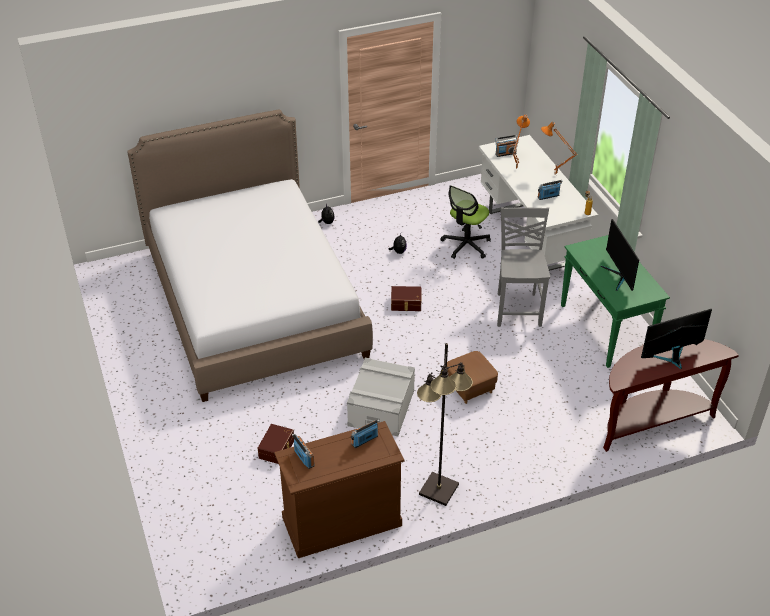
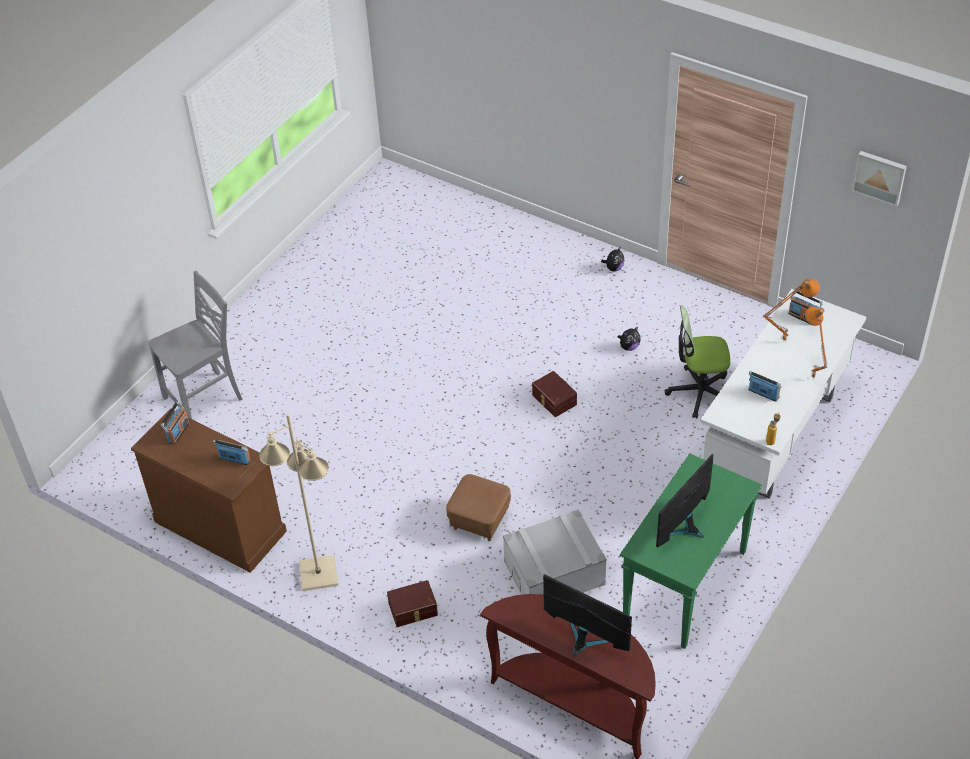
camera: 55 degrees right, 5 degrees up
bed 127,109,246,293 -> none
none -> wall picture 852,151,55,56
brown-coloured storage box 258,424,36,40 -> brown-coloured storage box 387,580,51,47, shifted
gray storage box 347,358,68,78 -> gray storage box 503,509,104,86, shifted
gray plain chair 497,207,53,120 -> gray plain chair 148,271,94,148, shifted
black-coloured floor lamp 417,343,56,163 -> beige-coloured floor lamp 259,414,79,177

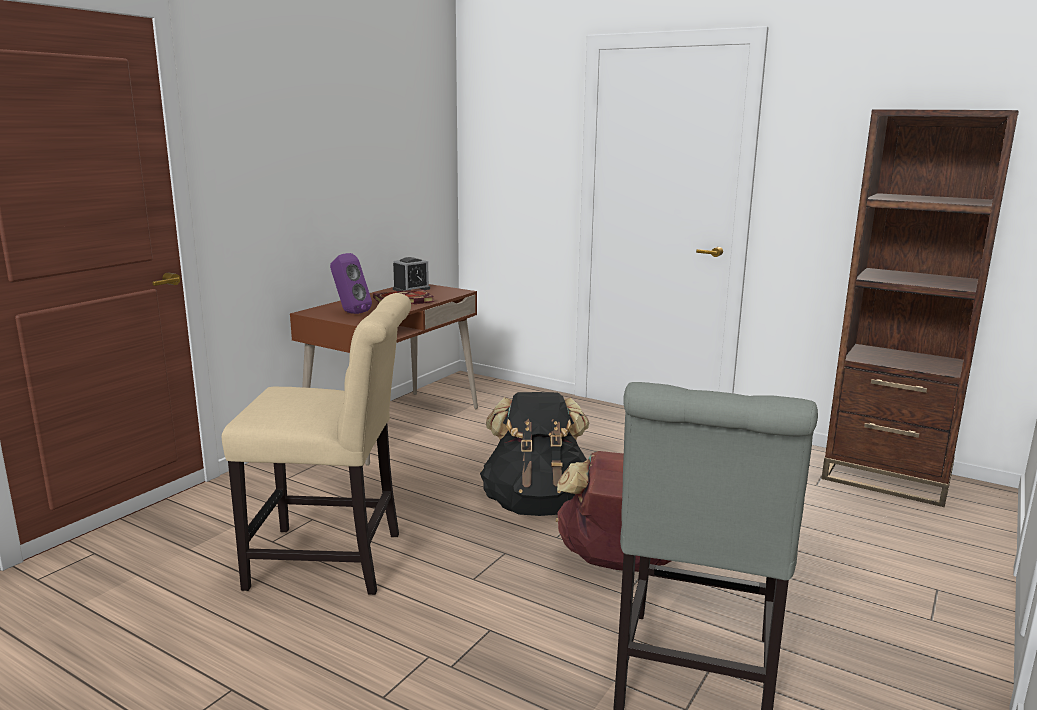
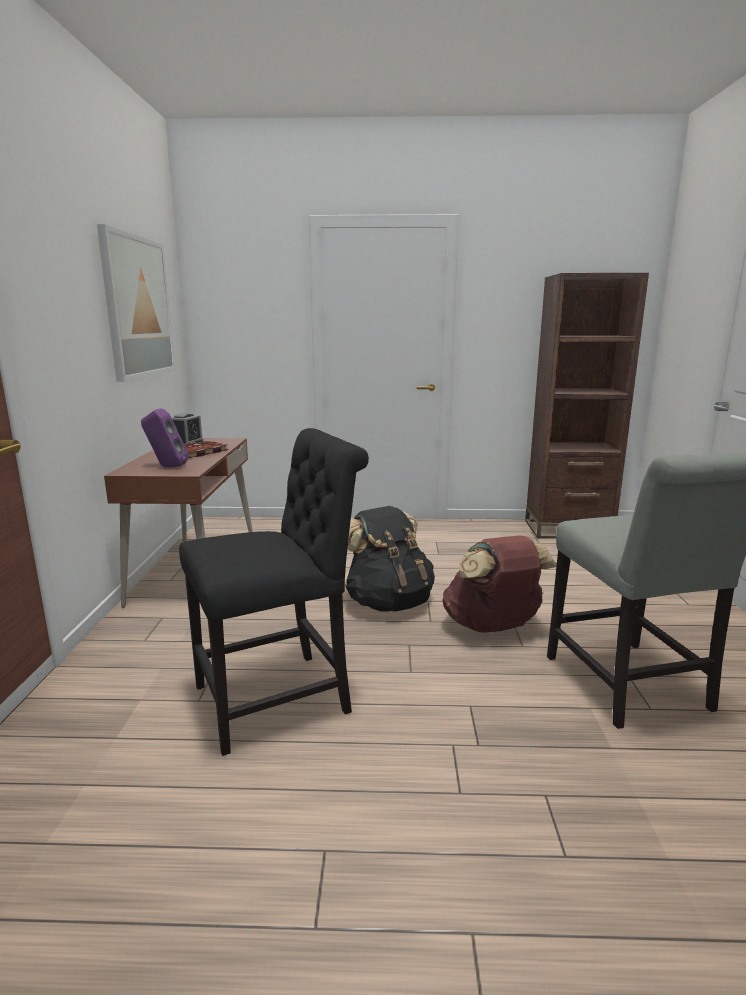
camera: 30 degrees left, 0 degrees up
none -> wall picture 97,224,79,158
beige-coloured plain chair 222,293,189,302 -> black-coloured plain chair 179,428,190,328

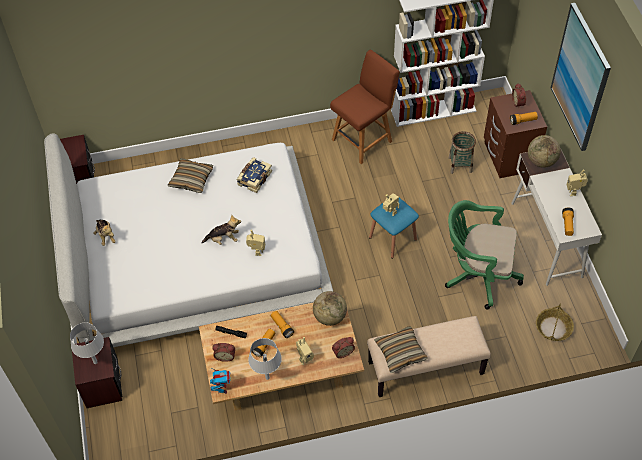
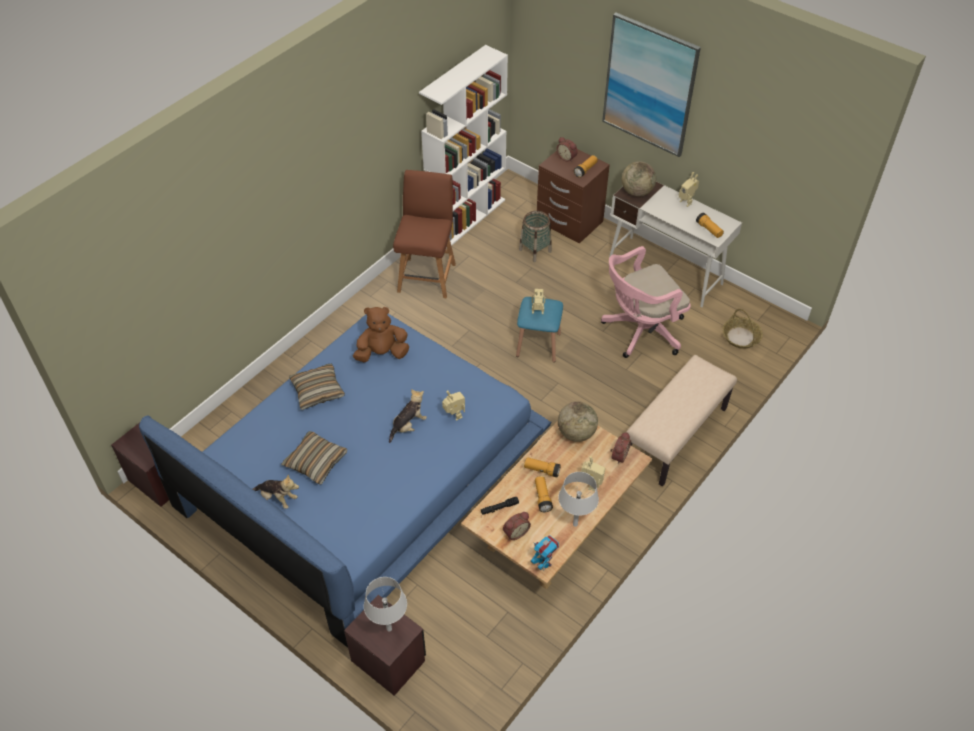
camera: 40 degrees left, 5 degrees down
pillow 374,326,53,47 -> pillow 281,431,66,54, shifted
book 237,157,35,36 -> brown-coloured soft toy 353,307,56,55
white bed 44,133,289,214 -> bluish bed 139,314,412,334
green office chair 445,200,79,109 -> pink-coloured office chair 601,246,90,112

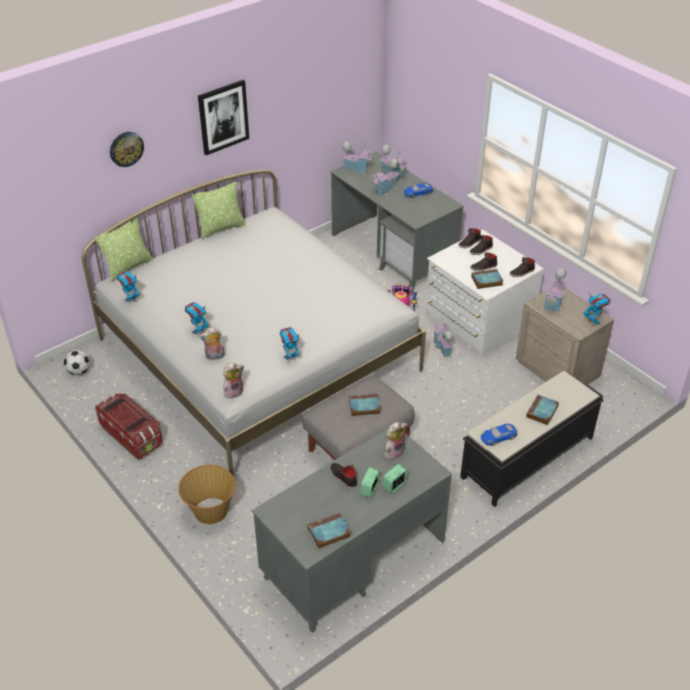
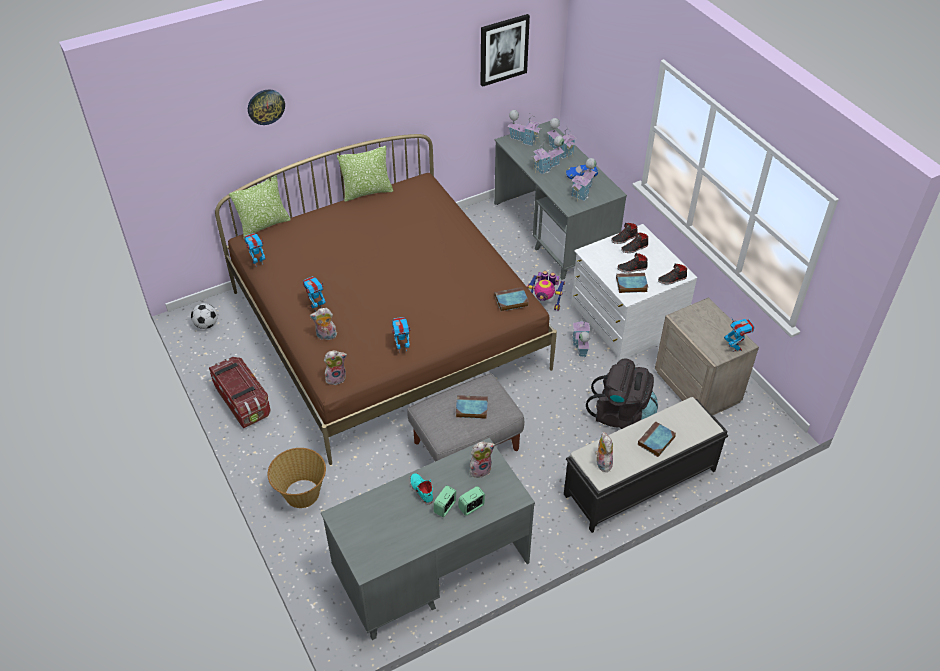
camera: 10 degrees right, 5 degrees up
none -> black-coloured backpack 586,358,72,71
wall picture 198,80,51,75 -> wall picture 481,14,49,73, shifted
book 308,513,43,36 -> book 495,287,34,24, shifted
miniature house 544,268,22,46 -> miniature house 571,158,25,44, shifted
bluish miniature car 481,424,36,22 -> soft toy 595,432,18,40
white bed 82,170,344,306 -> brown-coloured bed 215,134,342,331
black-coloured item of footwear 330,463,27,26 -> turquoise item of footwear 410,473,23,31

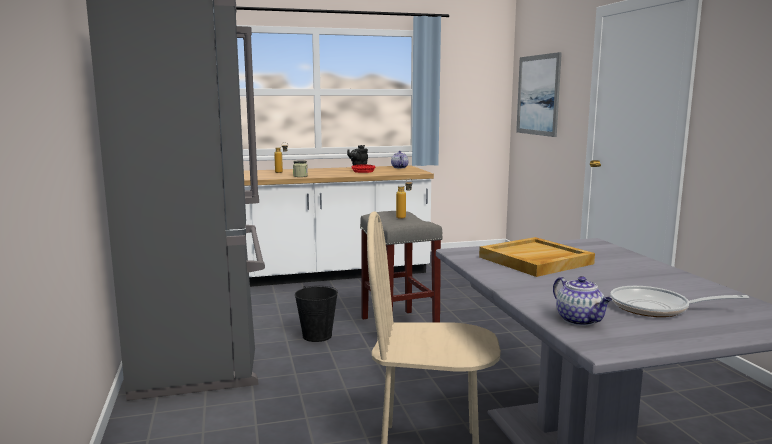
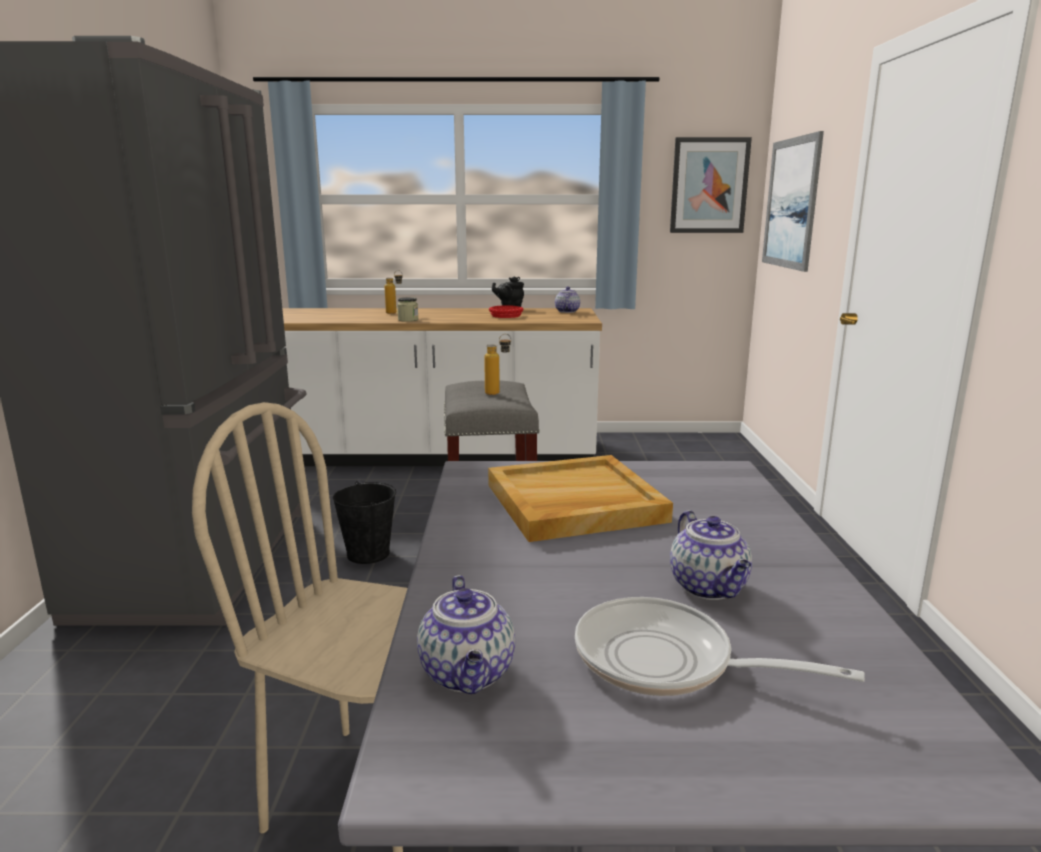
camera: 15 degrees right, 5 degrees up
none -> wall picture 670,137,82,96
none -> tea pot 670,510,82,90

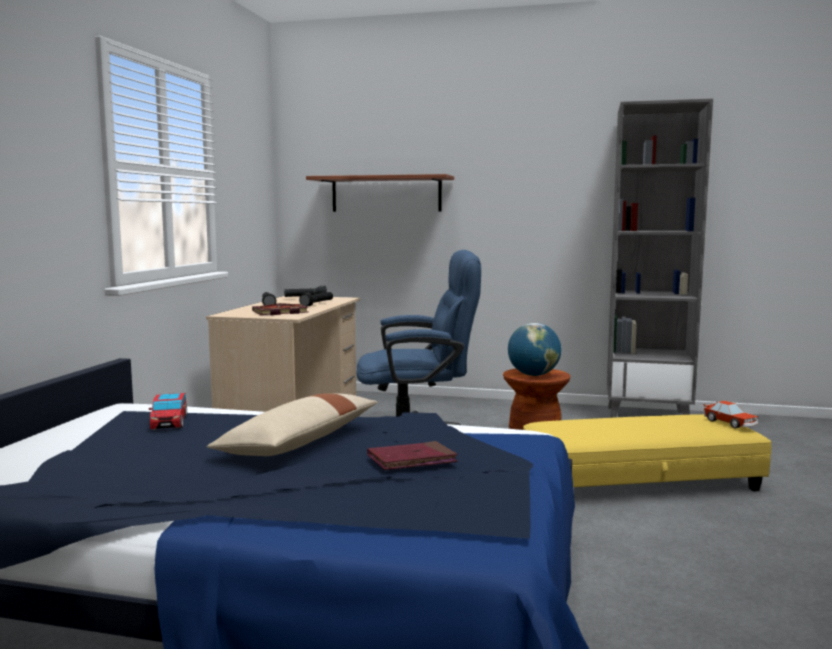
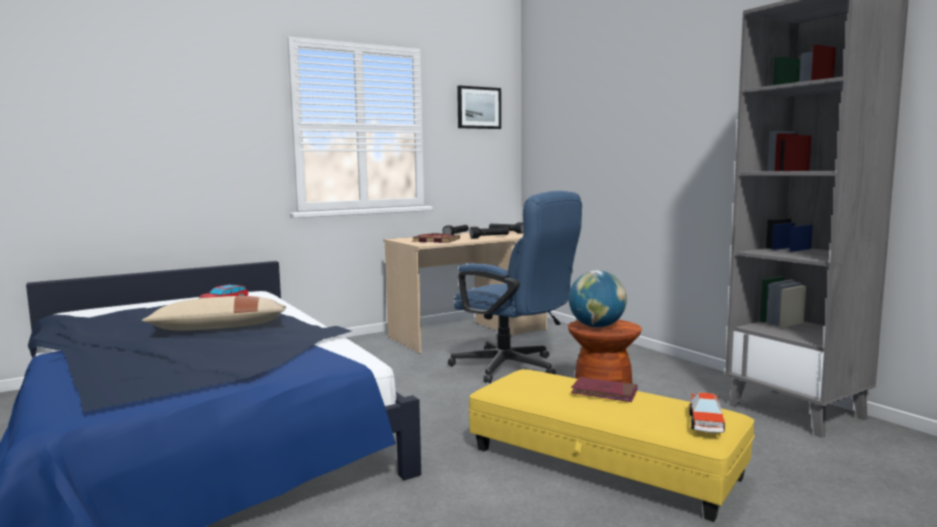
camera: 45 degrees right, 0 degrees up
wall shelf 306,174,148,38 -> none
none -> wall picture 457,85,44,44
red-coloured book 367,441,91,29 -> red-coloured book 571,377,67,25, shifted

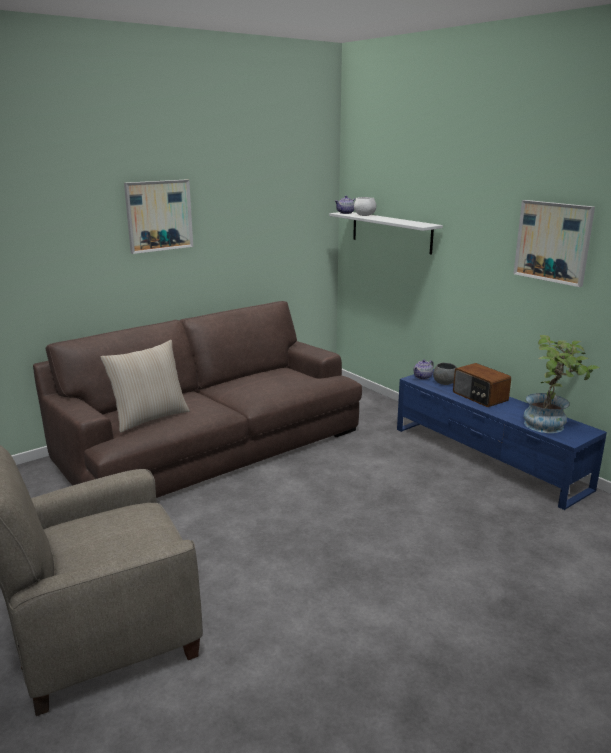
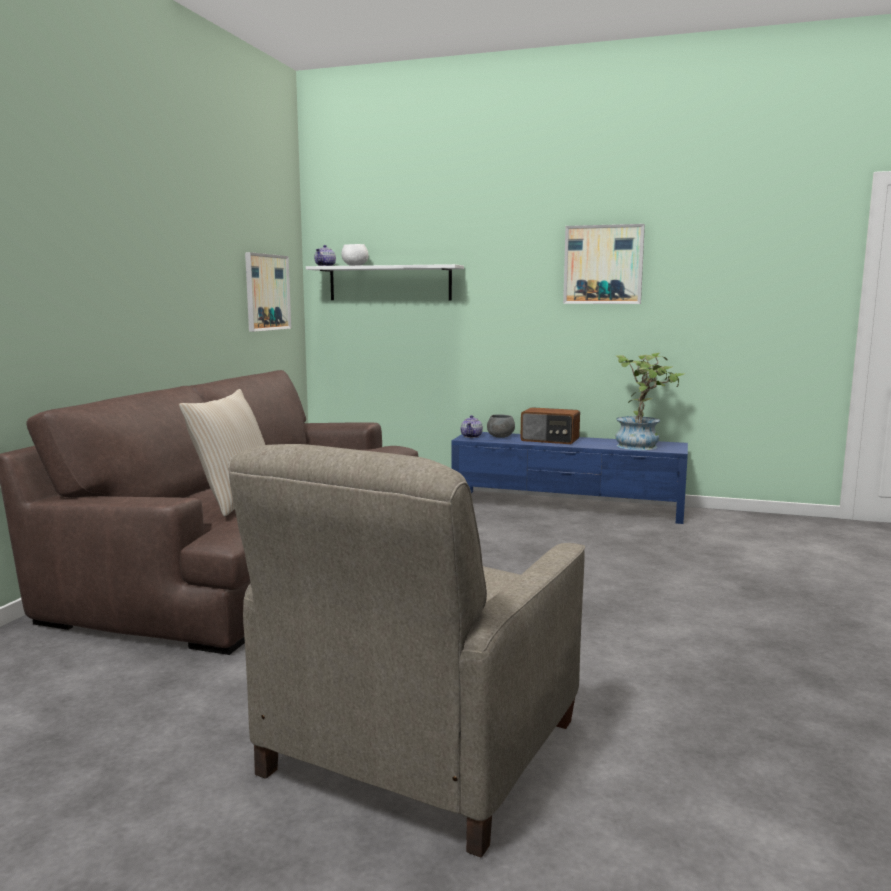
camera: 35 degrees left, 10 degrees down
wall picture 124,179,69,75 -> wall picture 245,252,46,80, shifted

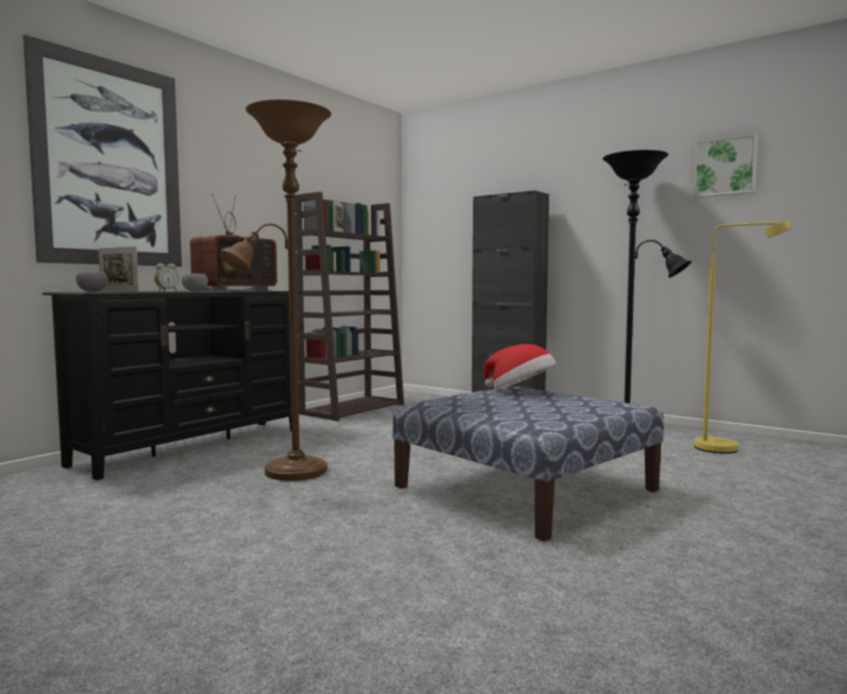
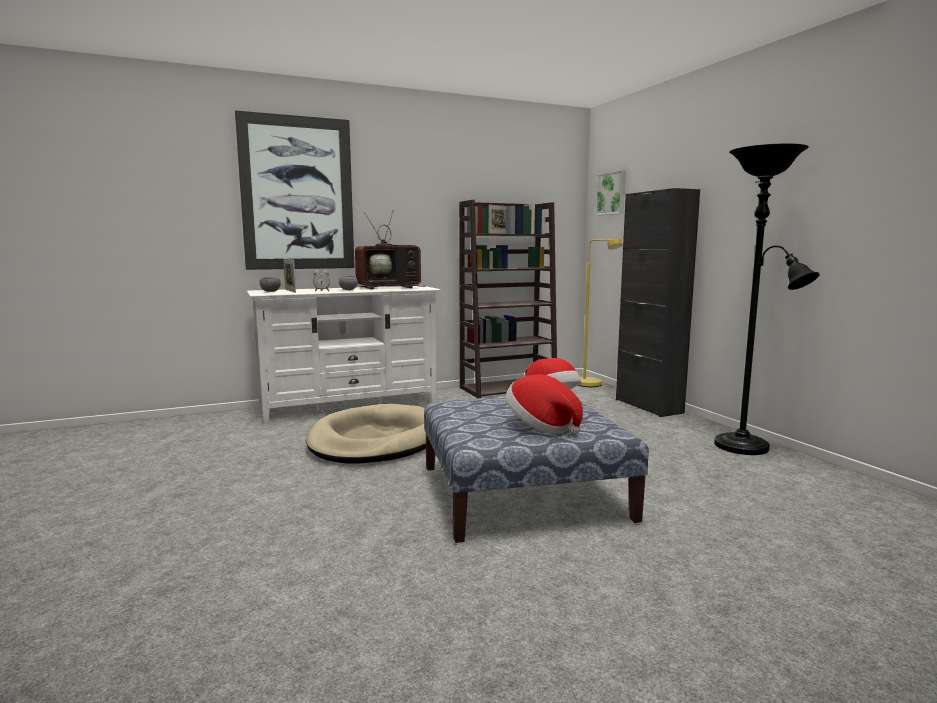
camera: 30 degrees right, 5 degrees up
none -> wearable hat 505,374,78,60
wall picture 694,134,64,64 -> wall picture 595,170,31,45, shifted
yellowish floor lamp 694,220,97,234 -> yellowish floor lamp 578,238,45,149, shifted
brown-coloured floor lamp 219,100,112,381 -> beige-coloured dog cushion 306,404,120,60
black-coloured media console 42,291,262,189 -> white media console 247,286,194,138

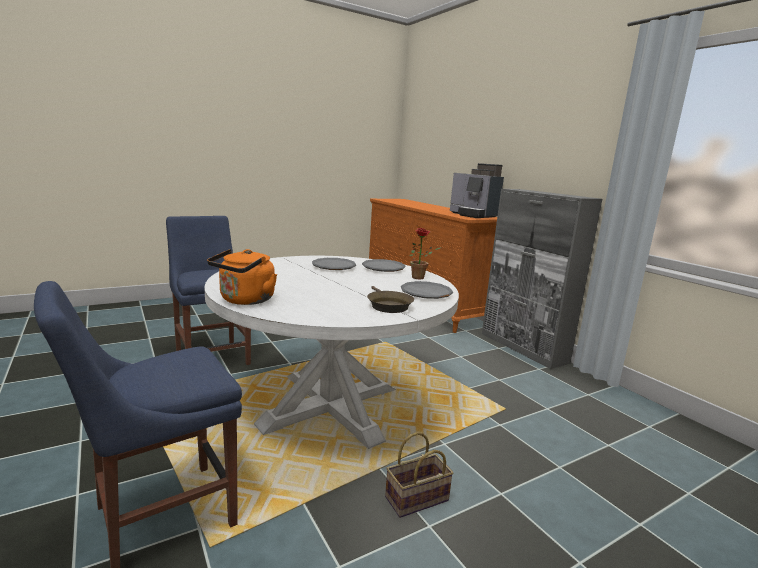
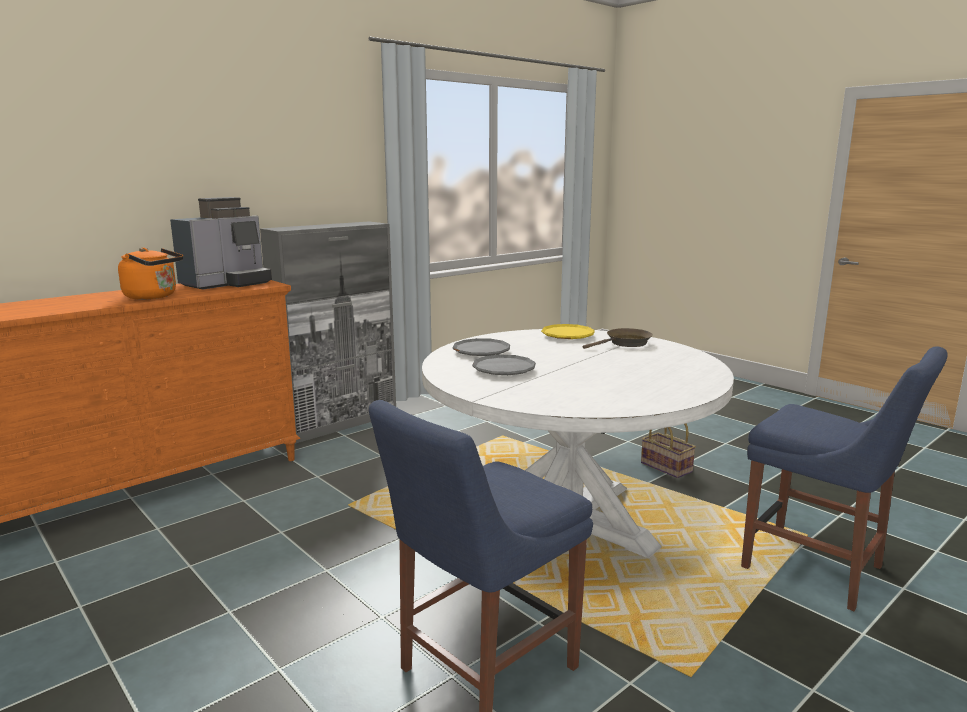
camera: 100 degrees left, 0 degrees up
potted plant 409,228,33,51 -> none
orangey tea kettle 207,249,70,56 -> orangey tea kettle 118,247,65,53, shifted
gray dinner plate 401,281,52,18 -> yellowish dinner plate 541,324,54,15

